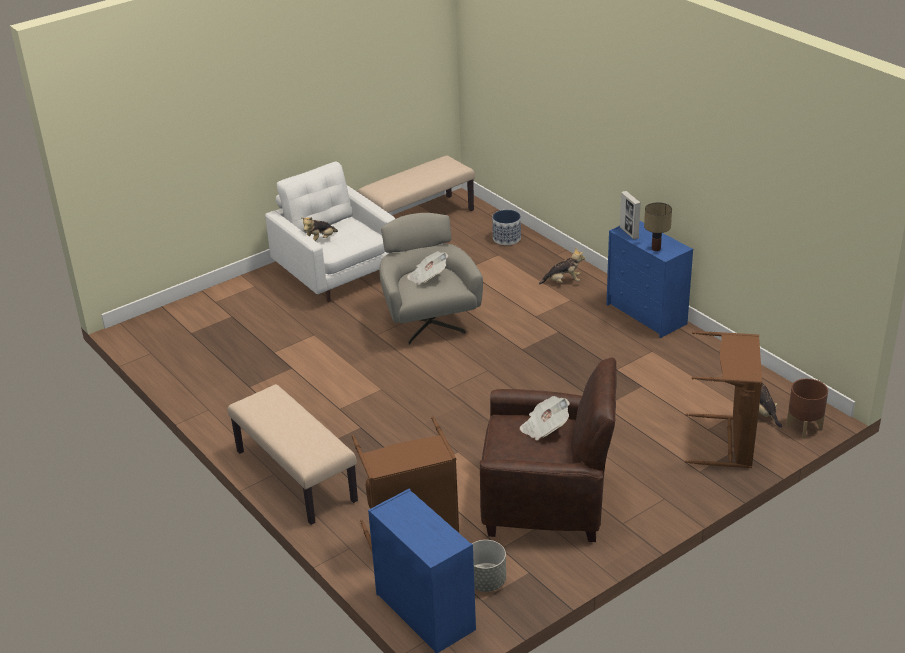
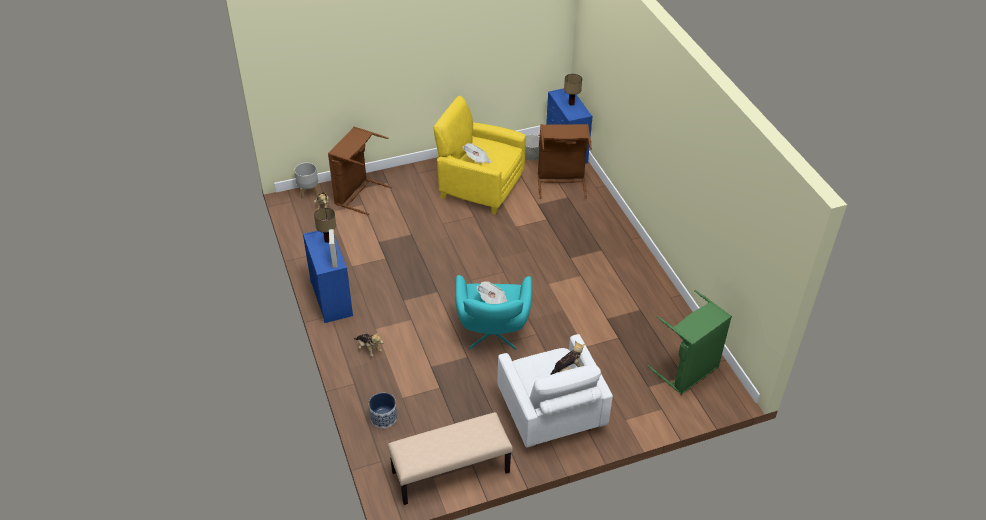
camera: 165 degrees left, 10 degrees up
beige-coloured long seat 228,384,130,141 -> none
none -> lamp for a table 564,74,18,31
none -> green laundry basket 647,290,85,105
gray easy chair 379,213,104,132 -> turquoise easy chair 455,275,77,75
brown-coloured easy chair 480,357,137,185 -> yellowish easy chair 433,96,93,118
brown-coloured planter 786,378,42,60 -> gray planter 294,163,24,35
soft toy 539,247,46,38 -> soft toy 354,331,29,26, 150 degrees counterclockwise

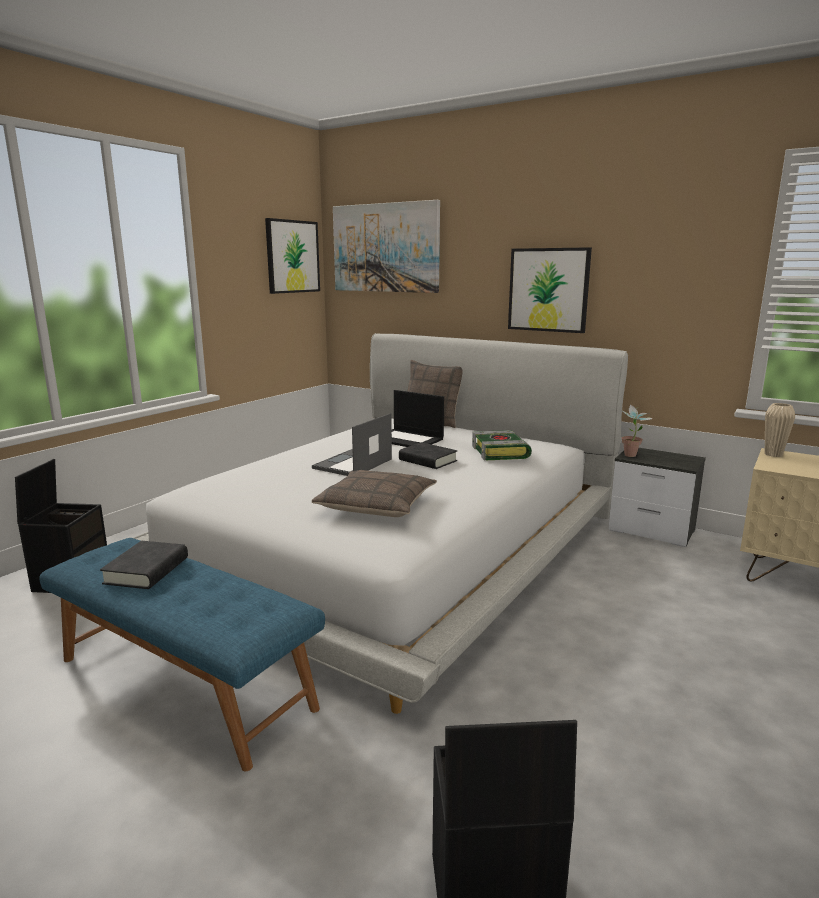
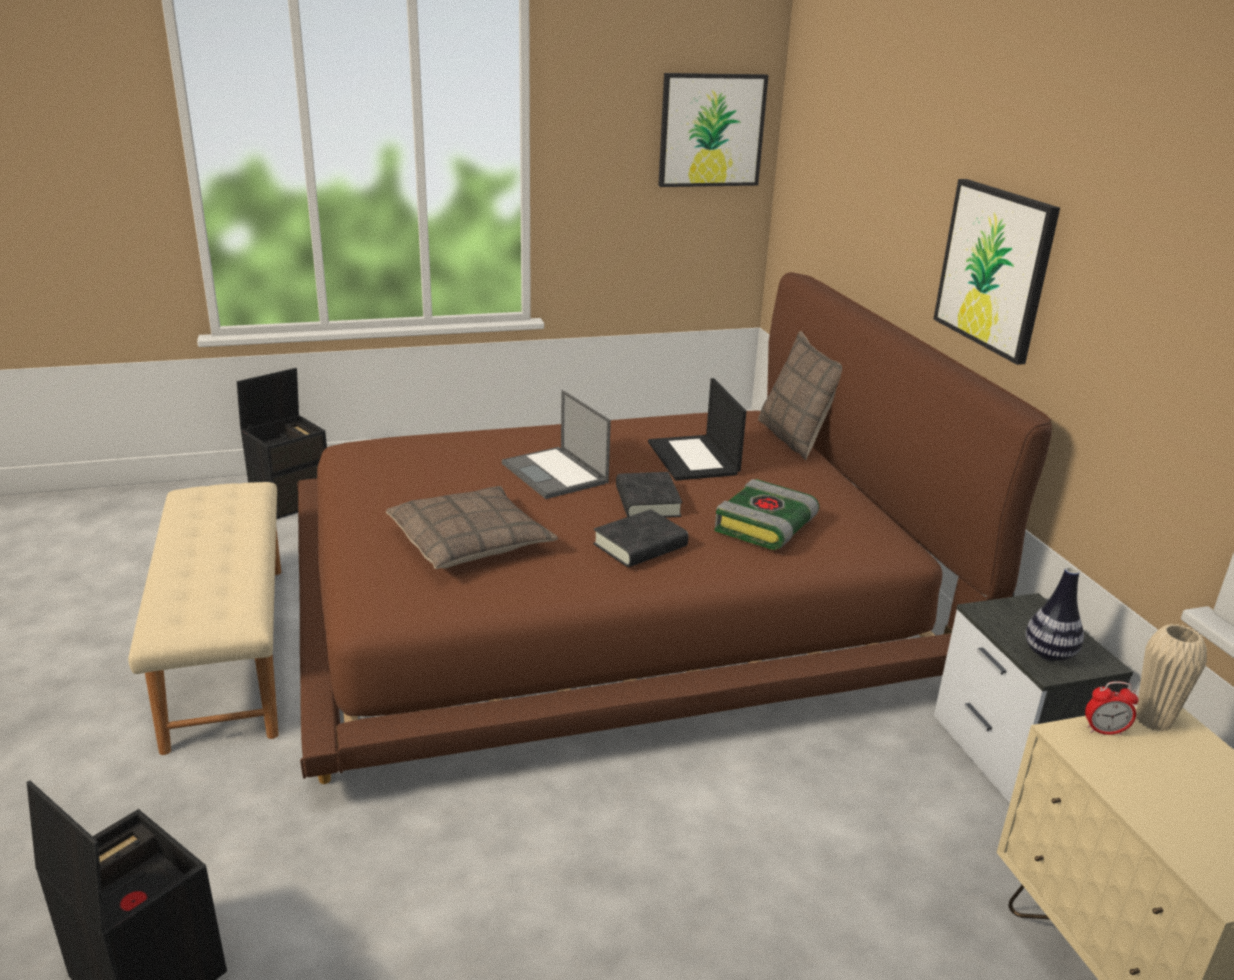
camera: 40 degrees right, 10 degrees up
wall picture 333,200,107,93 -> none
potted plant 621,404,32,53 -> none
none -> vase 1026,567,58,94
none -> table clock 1085,681,54,54
black-coloured book 100,541,88,48 -> black-coloured book 593,509,95,58, shifted
bluish long seat 39,538,286,233 -> beige-coloured long seat 128,482,153,273
white bed 133,333,495,381 -> brown-coloured bed 297,272,755,512
laptop 312,413,80,63 -> laptop 502,390,109,109, 105 degrees counterclockwise

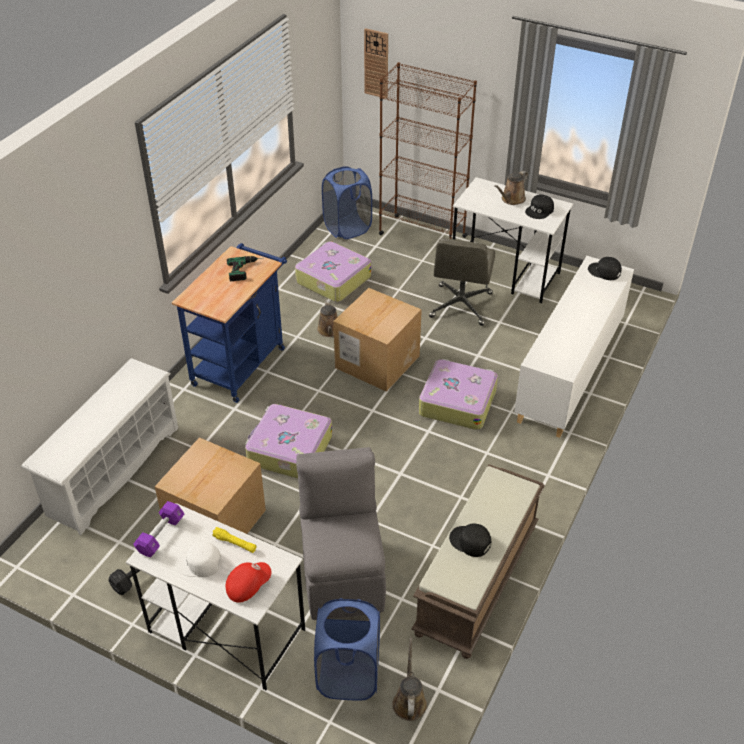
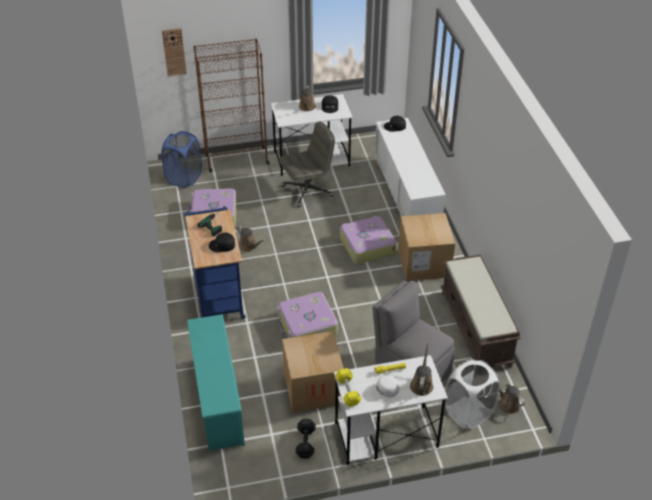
camera: 40 degrees left, 0 degrees up
packing box 333,288,89,104 -> packing box 398,213,57,68, shifted
black-coloured peaked cap 449,524,42,33 -> black-coloured peaked cap 209,232,26,20, shifted
red-coloured peaked cap 226,562,45,41 -> brown-coloured sprinkling can 410,342,23,54
white shoe shelf 21,358,157,177 -> turquoise shoe shelf 187,314,58,137
purple dumbbell 133,501,51,56 -> yellowish dumbbell 335,368,27,39
bluish laundry basket 314,598,66,102 -> white laundry basket 445,359,55,70
gray office chair 429,238,66,88 -> gray office chair 279,122,56,85, 90 degrees counterclockwise

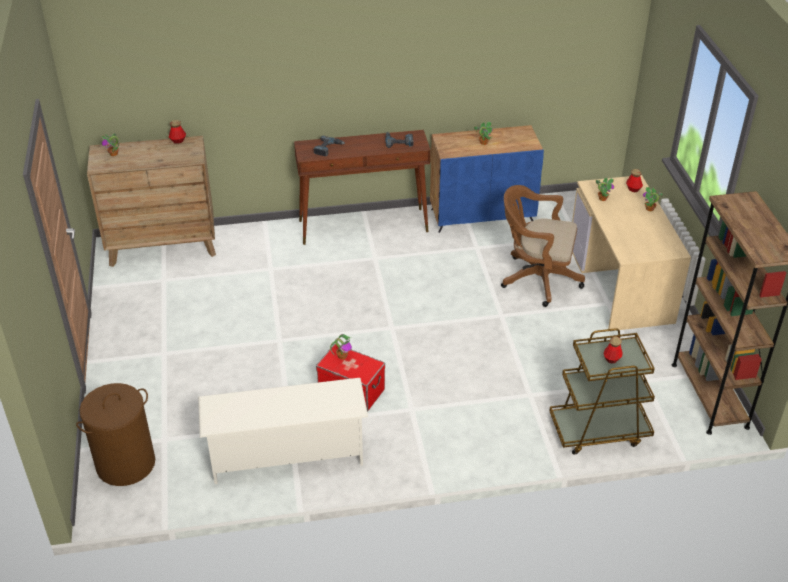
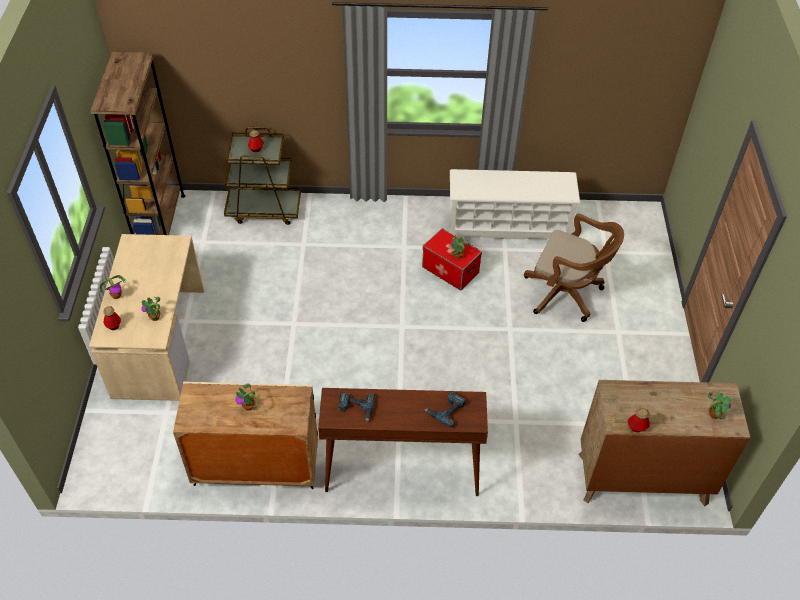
camera: 170 degrees left, 10 degrees up
brown-coloured laundry basket 76,383,79,103 -> none
brown-coloured office chair 501,185,84,122 -> brown-coloured office chair 524,213,100,109, shifted
bluish cabinet 430,125,114,108 -> beige-coloured cabinet 173,382,145,107

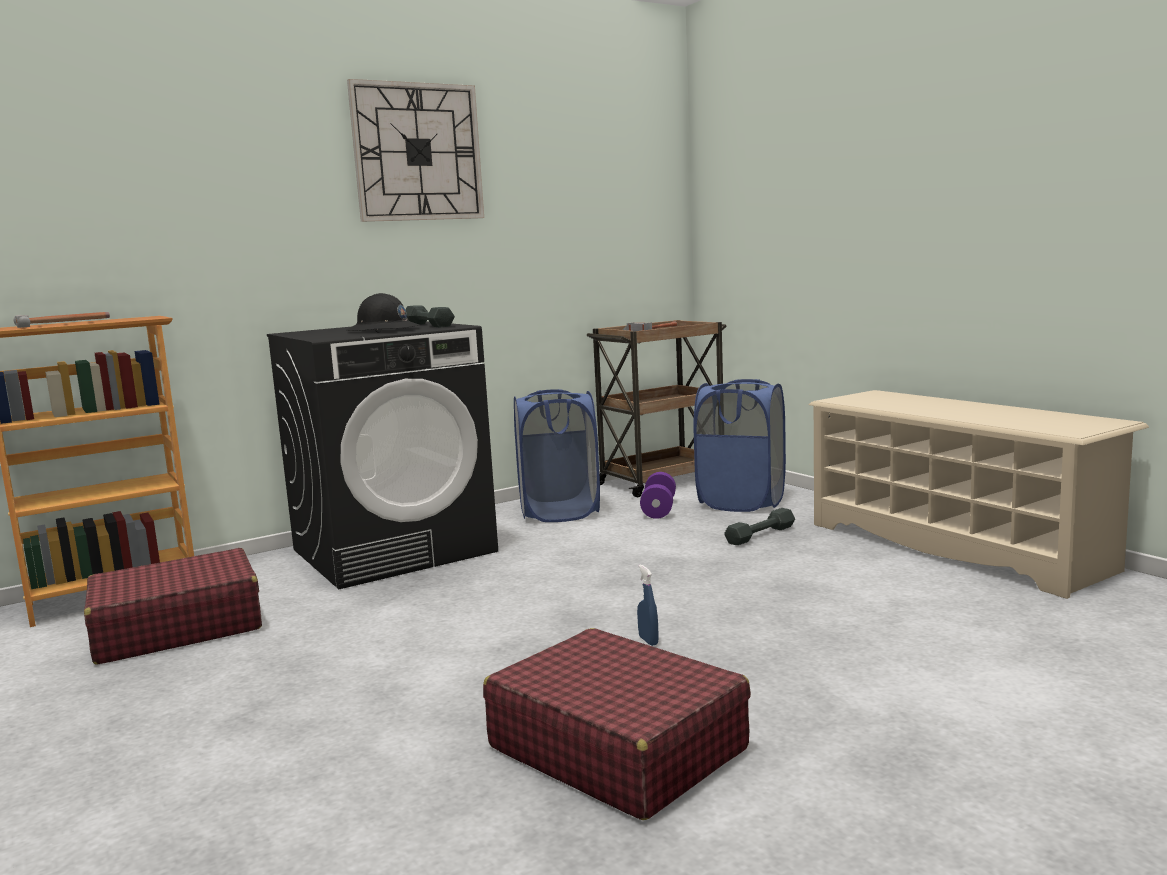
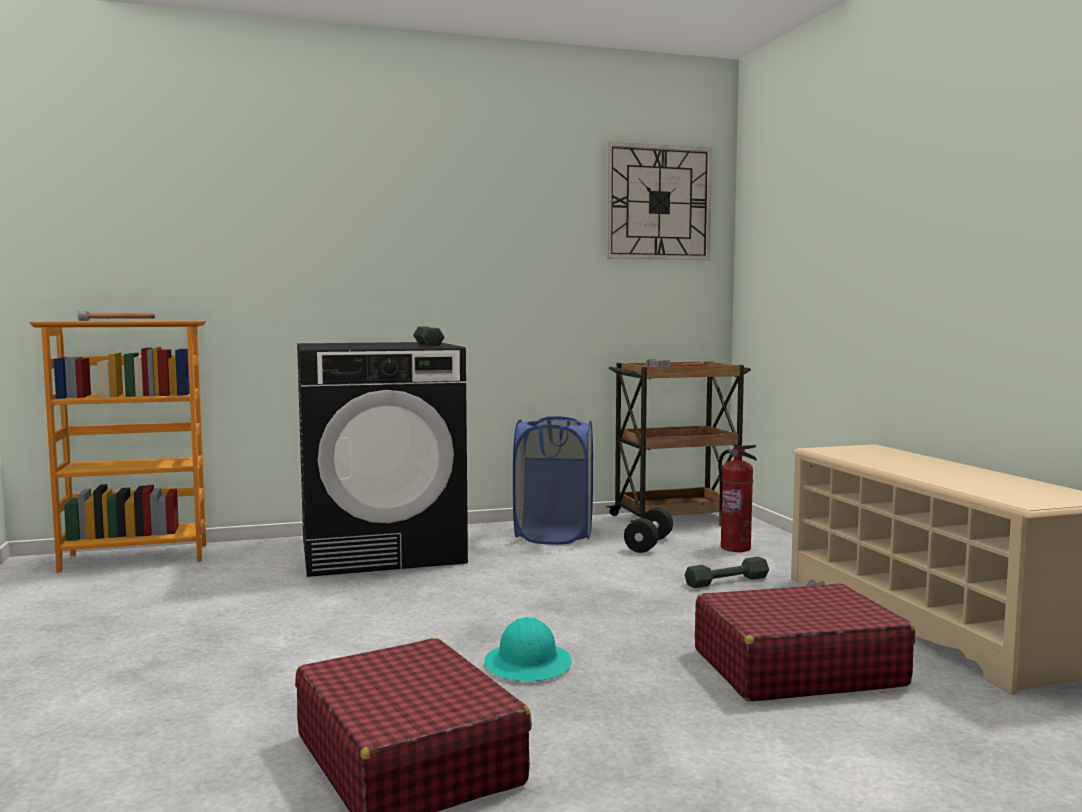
camera: 15 degrees right, 5 degrees down
black-coloured safety helmet 346,293,74,40 -> none
red-coloured suitcase 84,548,178,117 -> red-coloured suitcase 695,583,220,118, shifted
wall clock 347,79,137,143 -> wall clock 606,142,106,118, shifted
bluish sprayer 637,564,21,82 -> turquoise safety helmet 484,617,88,64
bluish laundry basket 694,379,92,133 -> fire-fighting cylinder 718,445,39,107
purple dumbbell 640,472,36,47 -> black-coloured dumbbell 624,508,49,45

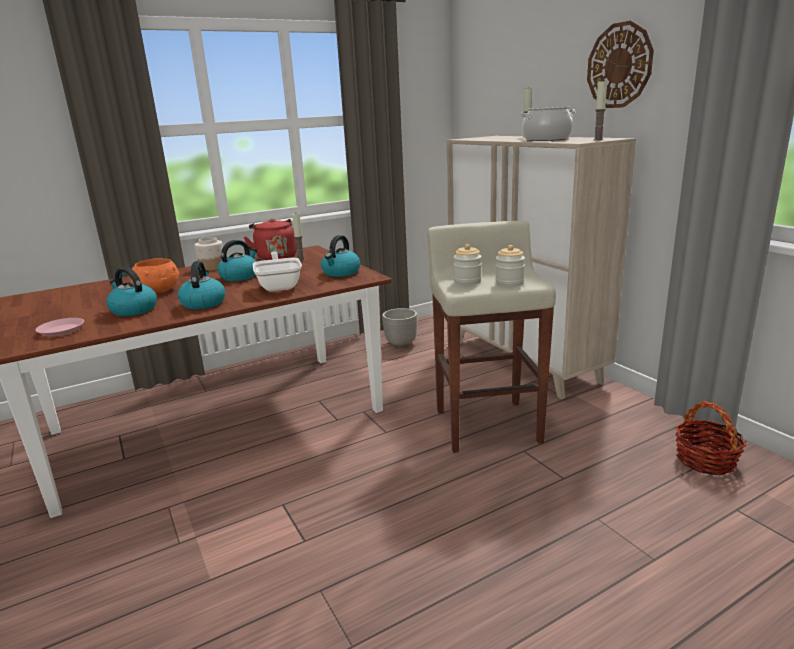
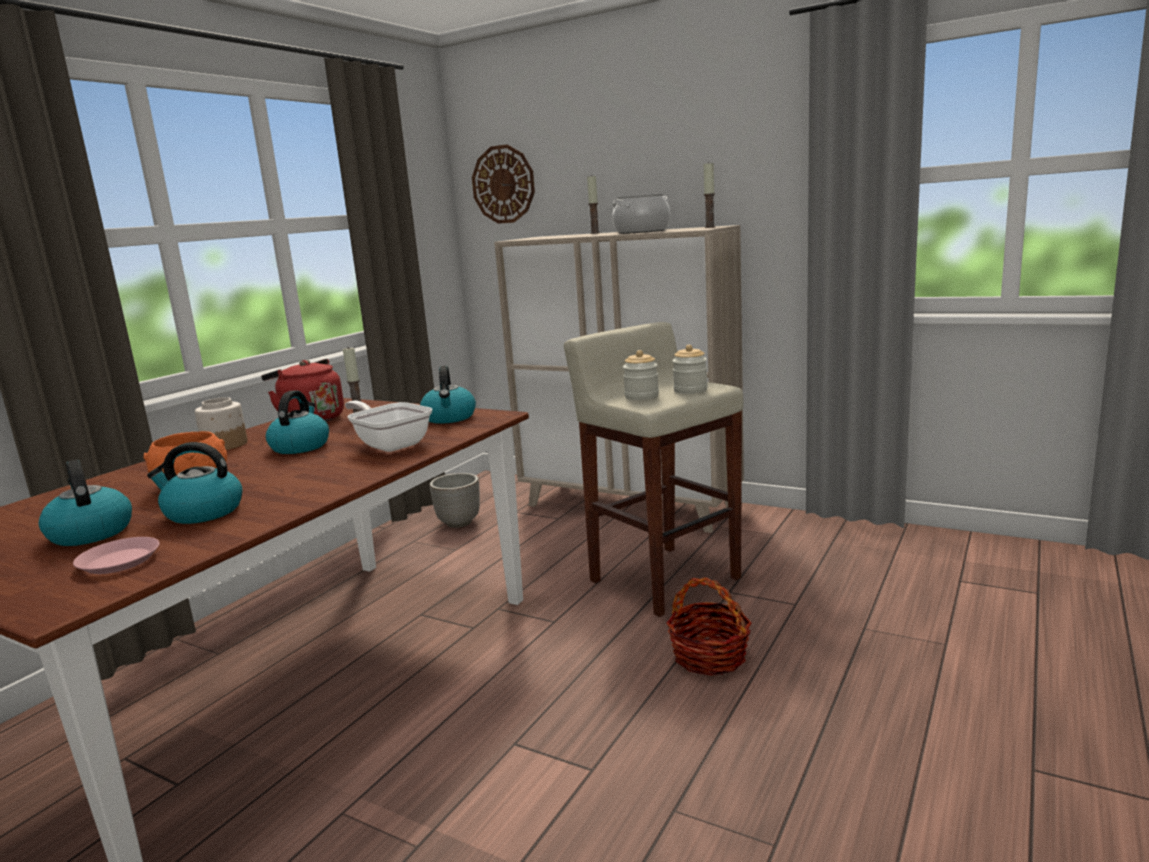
camera: 30 degrees left, 5 degrees down
tea kettle 178,261,47,48 -> tea kettle 39,460,93,86, shifted
wall clock 587,21,67,87 -> wall clock 472,144,63,80, shifted
basket 676,401,70,74 -> basket 667,577,85,99, shifted

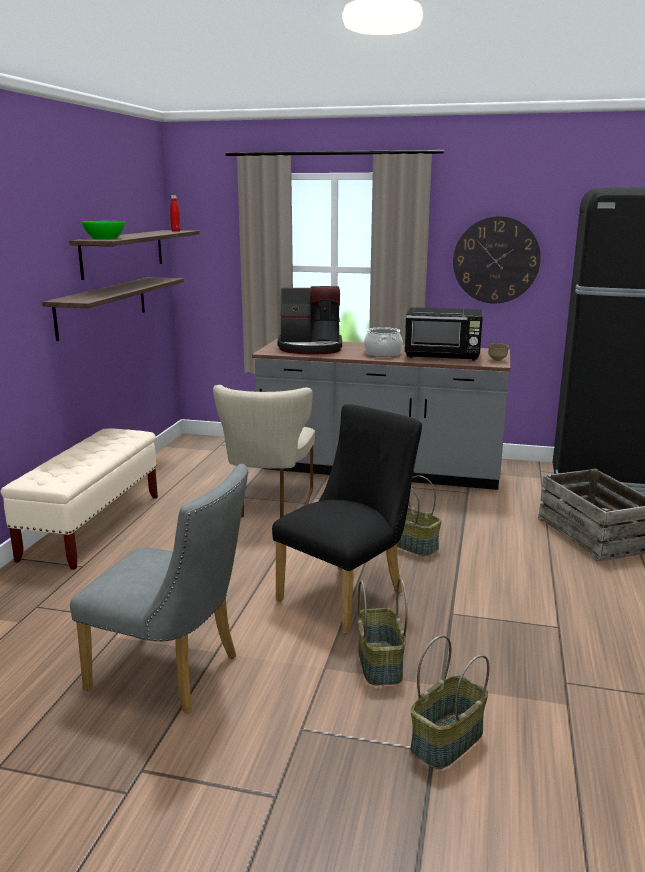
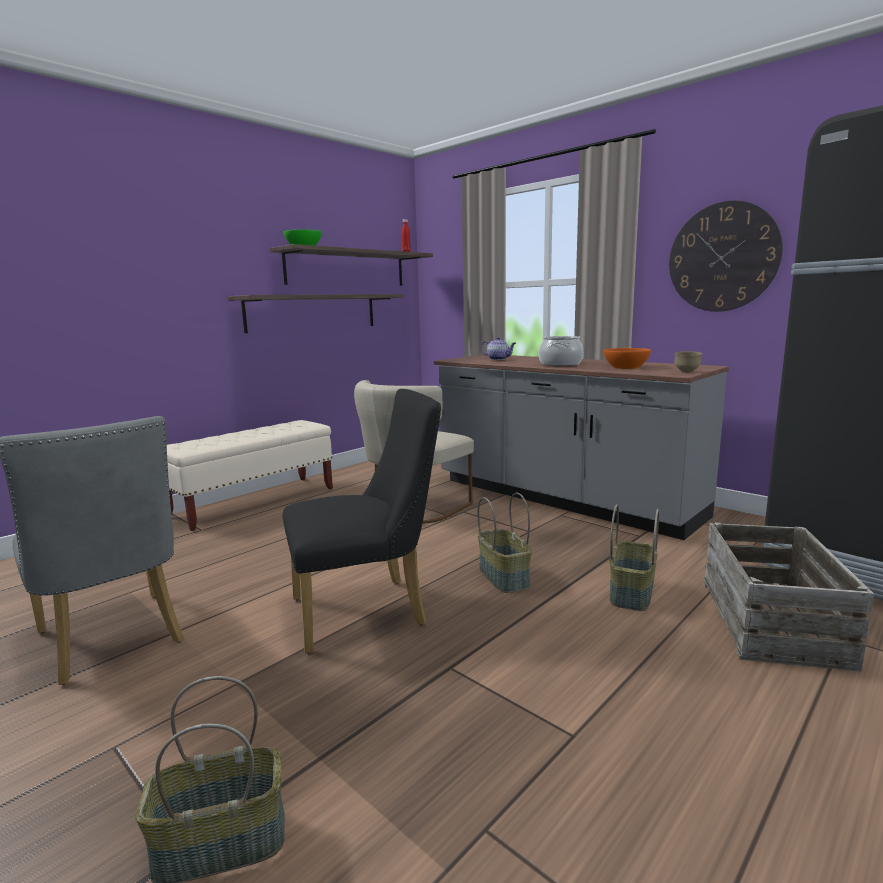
camera: 30 degrees right, 5 degrees down
basket 358,578,50,107 -> basket 609,504,50,107, shifted
coffee maker 277,286,65,68 -> tea pot 481,337,35,23
black-coloured microwave oven 405,307,78,53 -> orangey deep dish 603,348,48,21

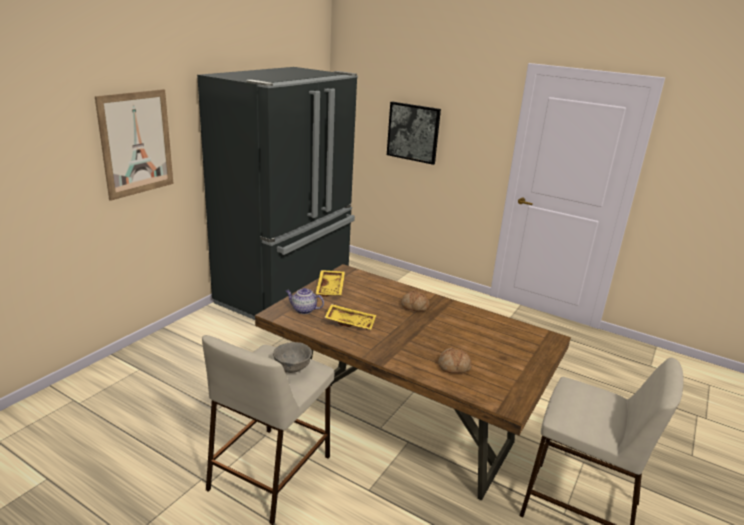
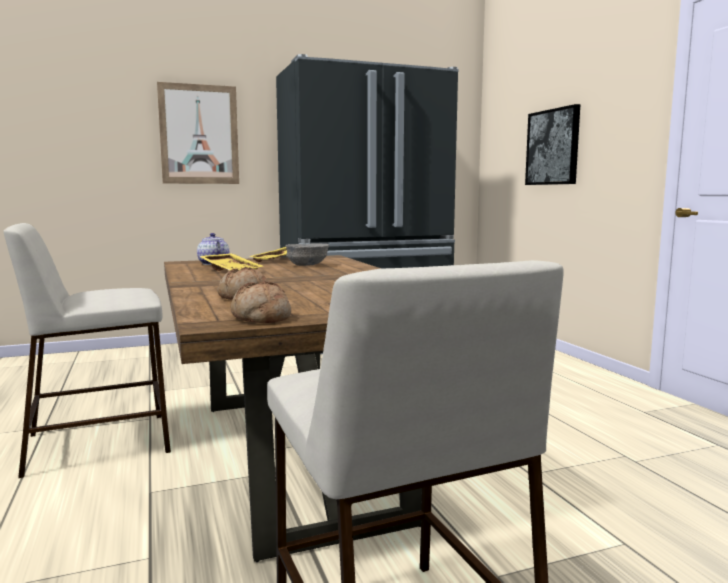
camera: 40 degrees right, 15 degrees down
gray deep dish 273,342,39,31 -> gray deep dish 285,243,44,23, shifted
baked bread 401,290,28,21 -> baked bread 230,281,61,42, shifted

